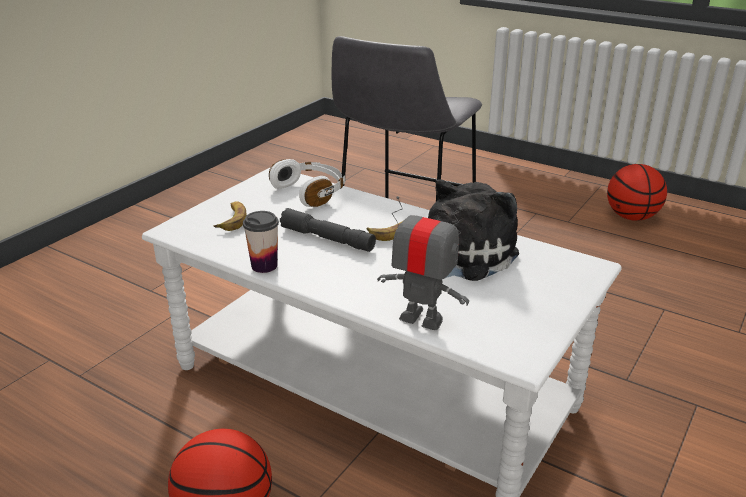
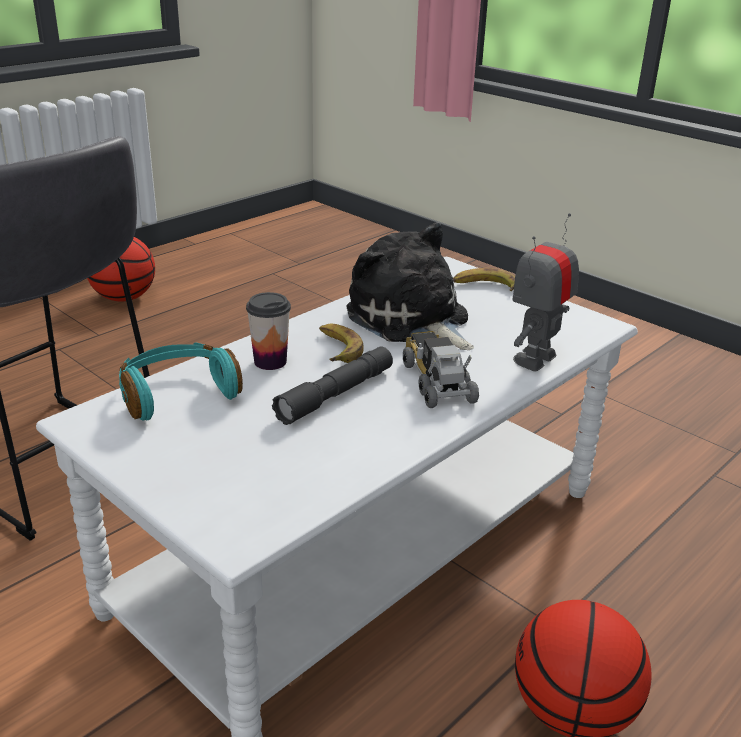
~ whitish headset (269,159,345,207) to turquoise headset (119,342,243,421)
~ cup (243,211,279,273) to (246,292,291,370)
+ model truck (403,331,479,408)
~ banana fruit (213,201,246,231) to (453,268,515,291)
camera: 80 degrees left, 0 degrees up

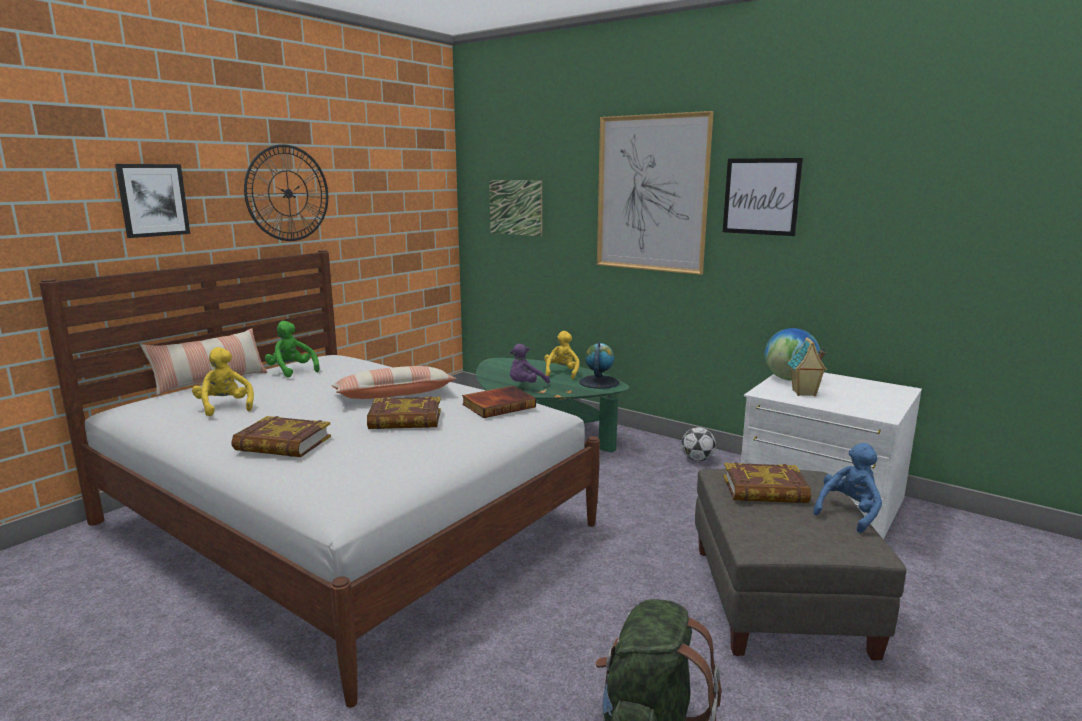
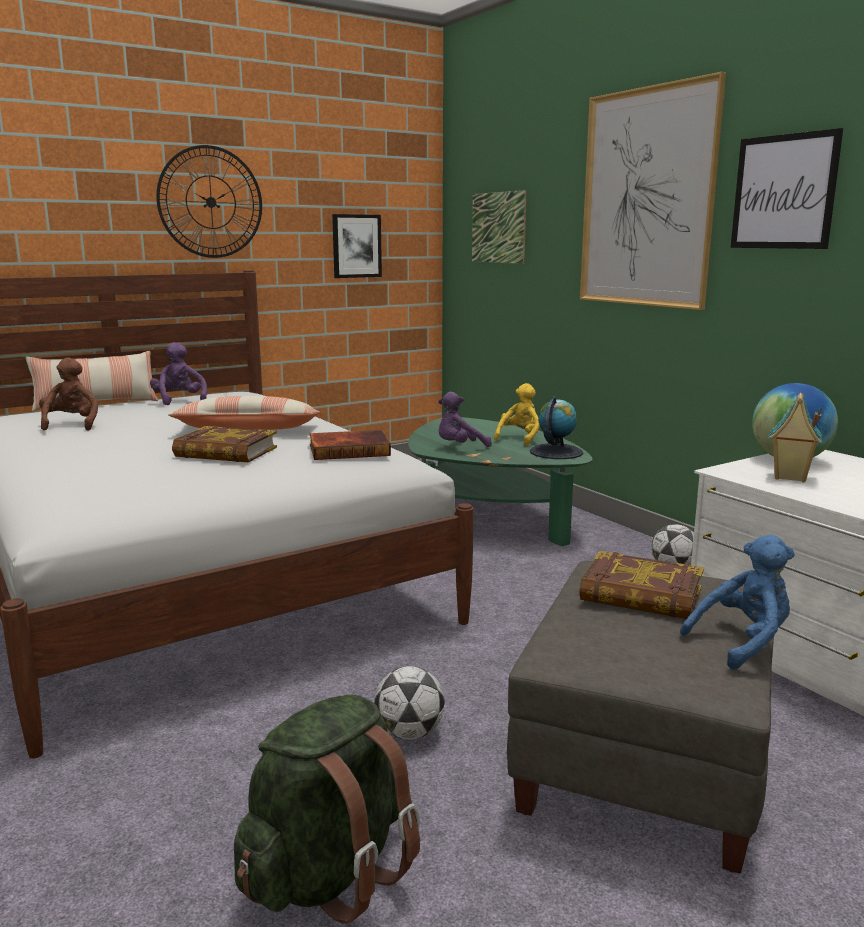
~ yellowish soft toy (192,347,254,416) to brownish soft toy (39,357,98,431)
~ green soft toy (265,321,320,377) to purple-coloured soft toy (150,342,207,405)
~ wall picture (115,164,190,238) to (332,214,382,278)
+ ball for football (374,666,445,740)
- book (231,416,331,457)
camera: 20 degrees right, 0 degrees up

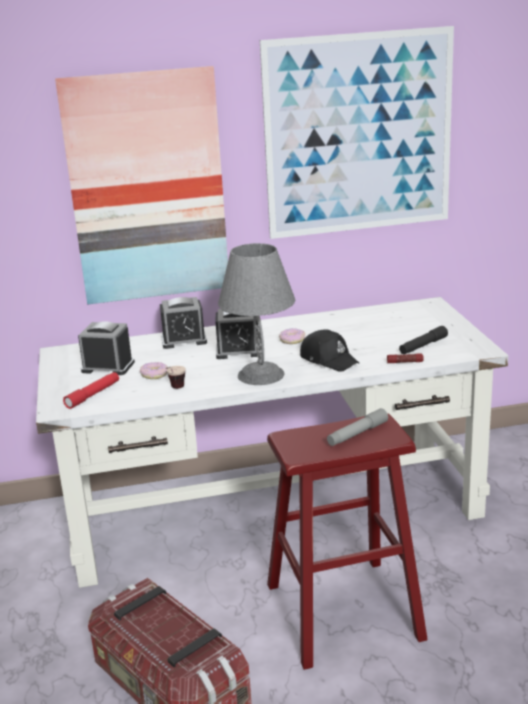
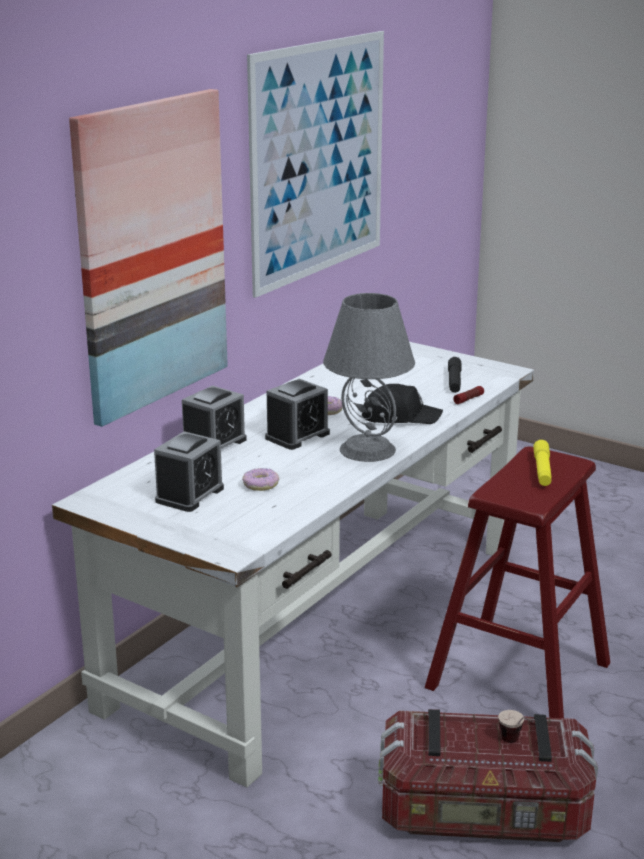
~ table clock (78,321,135,375) = (154,431,224,512) 150 degrees clockwise
~ cup (165,366,186,389) to (498,710,534,743)
~ gray torch (327,408,388,446) to yellowish torch (533,440,551,486)
- red torch (63,372,119,409)
camera: 45 degrees left, 0 degrees up

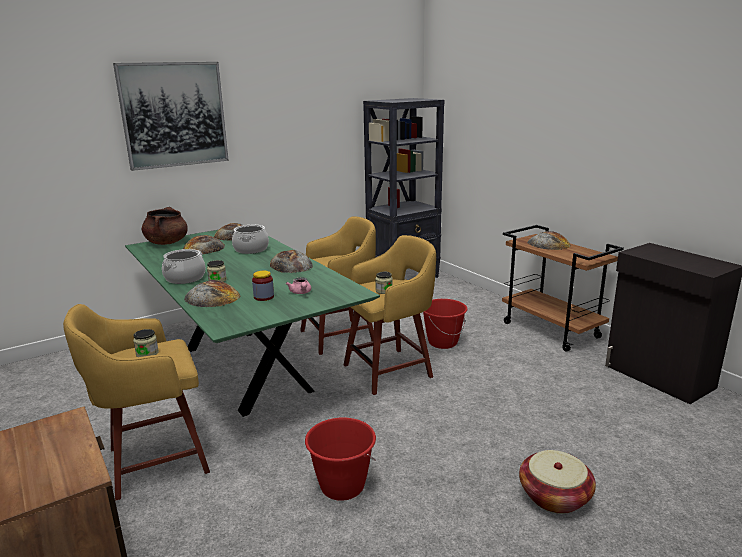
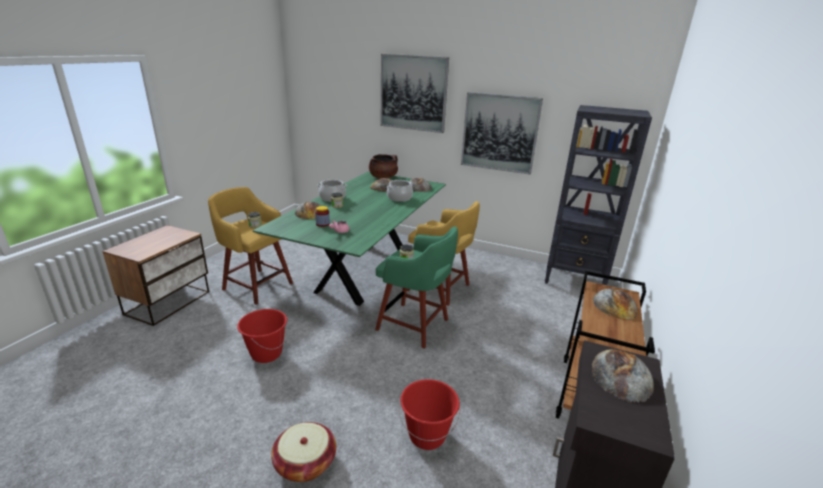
~ yellowish stool (344,235,436,395) to green stool (375,226,458,349)
~ red bucket (423,299,467,349) to (399,379,461,450)
+ wall picture (461,92,543,175)
~ bakery bread (270,250,313,273) to (592,349,654,403)
camera: 55 degrees right, 5 degrees up

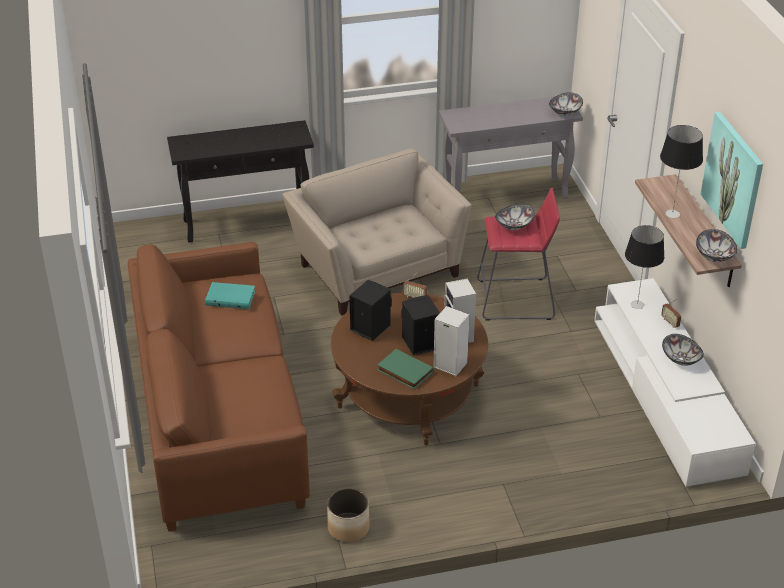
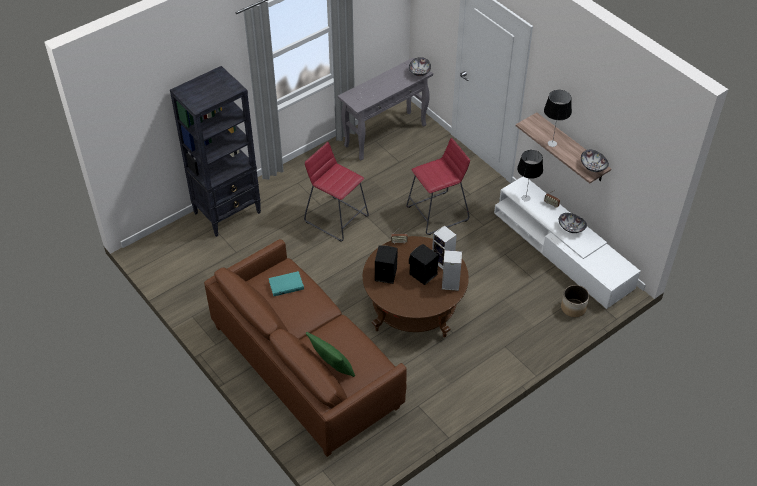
~ black-coloured narrow table (167,120,314,243) to black-coloured bookshelf (170,66,261,237)
~ sand-coloured armchair (282,149,471,316) to red stool (304,142,369,242)
+ green cushion (306,332,355,377)
~ plant pot (327,488,370,542) to (561,285,589,317)
- green book (377,349,433,389)
- bowl (495,204,535,230)
- wall picture (701,112,763,249)
camera: 25 degrees left, 10 degrees up

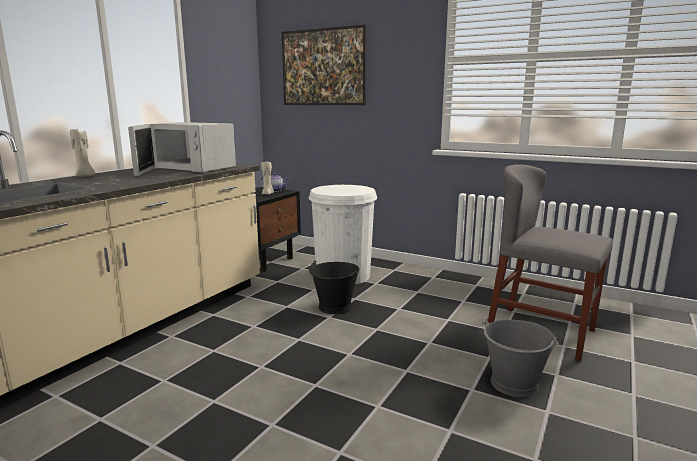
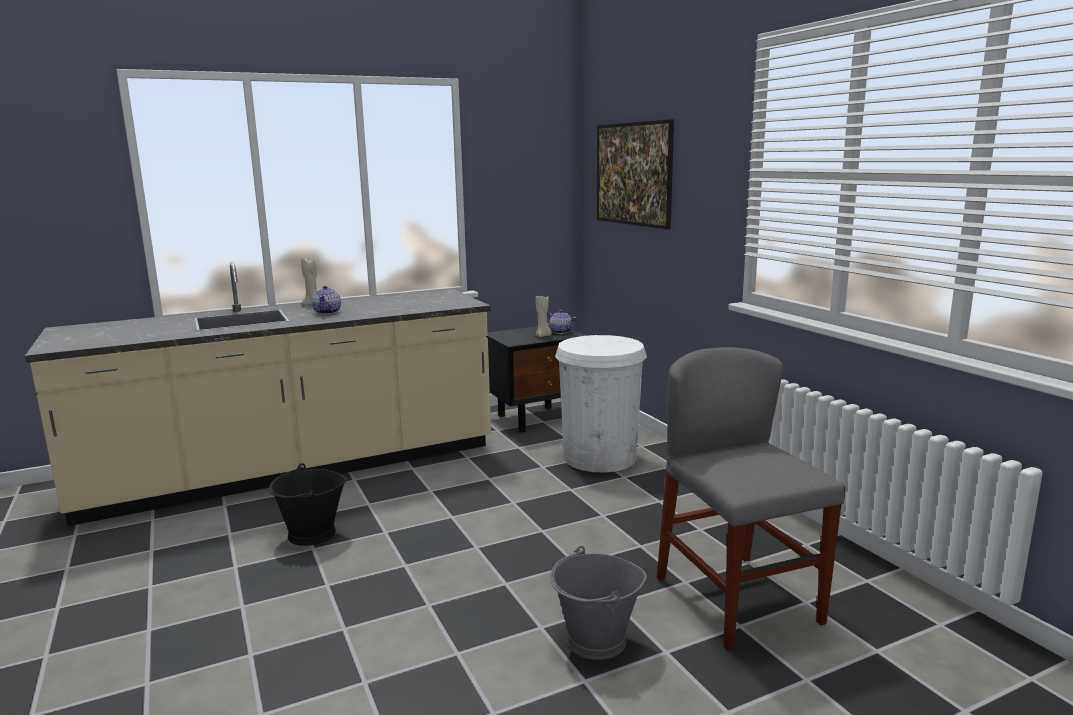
~ black-coloured bucket (309,260,360,314) to (269,463,347,546)
+ pot for tea (312,286,341,314)
- whitish microwave oven (128,122,236,176)
camera: 35 degrees right, 0 degrees up

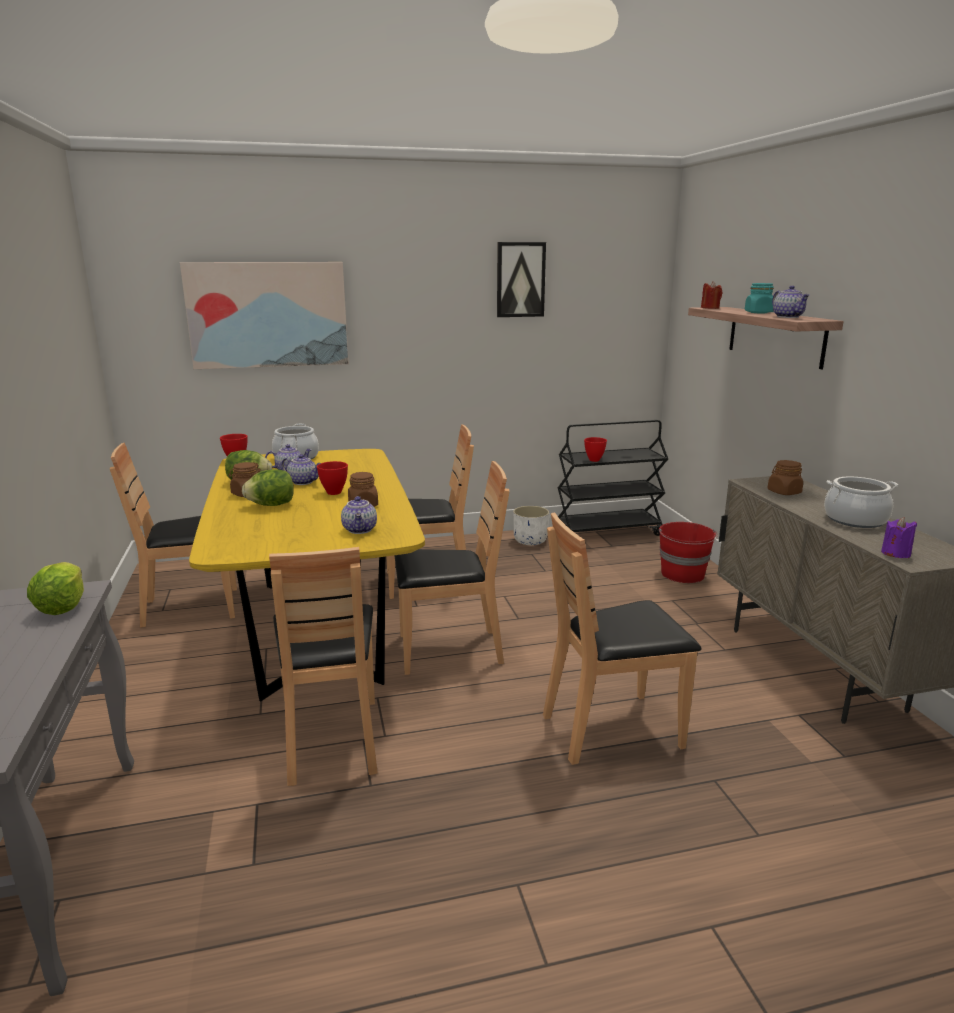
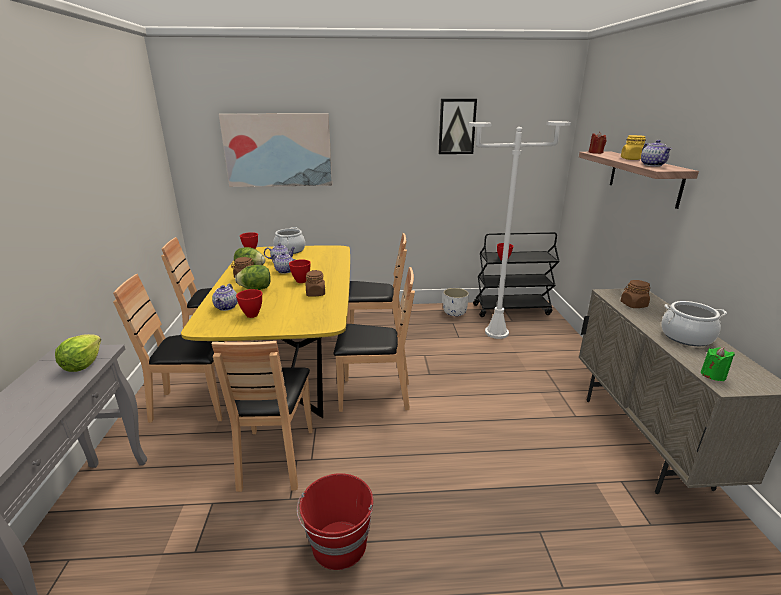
~ brownish upright chair (543,512,701,765) to (113,274,227,423)
~ pot for tea (341,496,377,534) to (212,284,238,311)
+ red bowl (236,289,262,318)
~ red bucket (659,522,718,583) to (297,473,373,570)
+ whitish floor lamp (468,121,571,339)
~ turquoise storage jar (745,283,774,313) to yellowish storage jar (621,135,646,160)
~ purple-coloured wax light (881,517,917,558) to green wax light (701,347,735,381)
camera: 10 degrees right, 5 degrees up

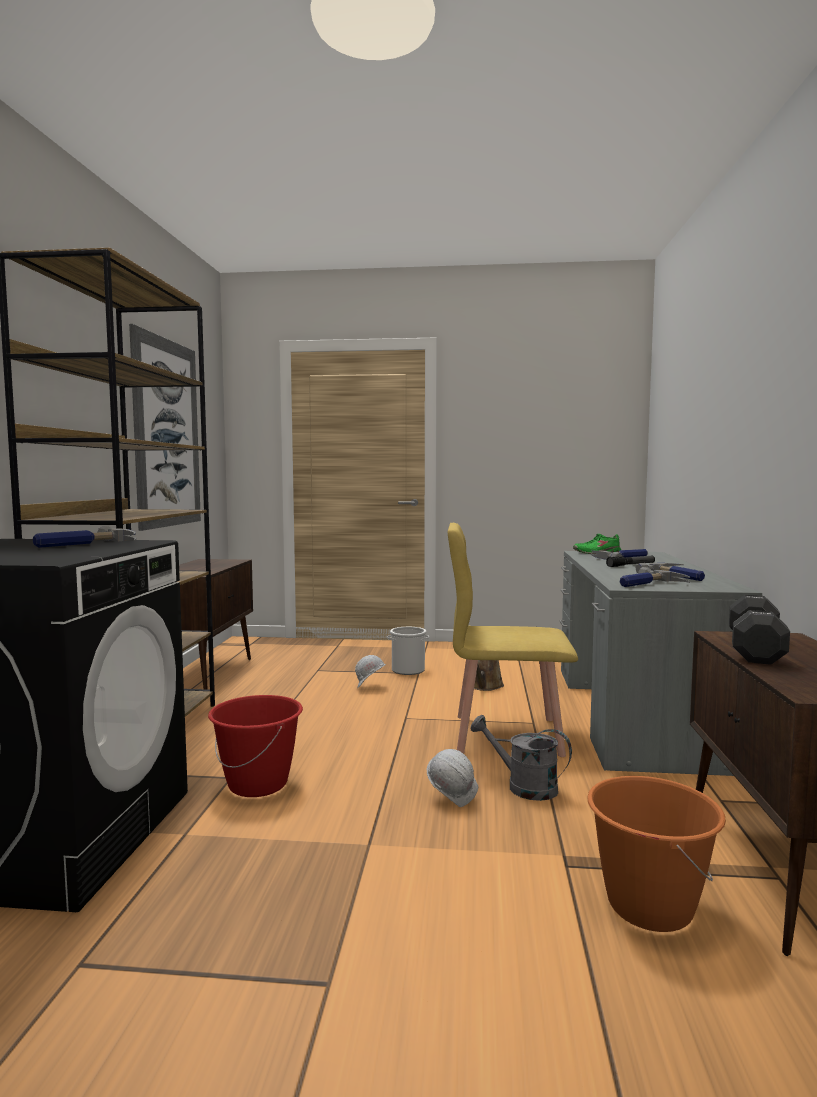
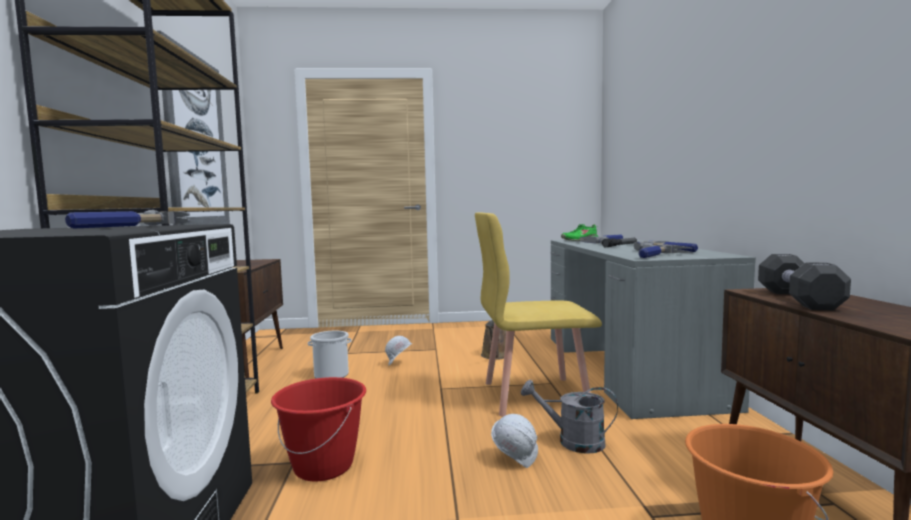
~ bucket (387,627,429,675) to (308,331,352,378)
camera: 10 degrees left, 0 degrees up

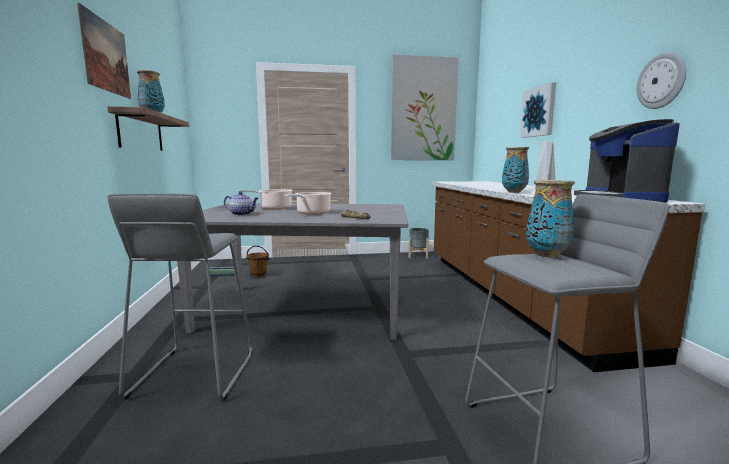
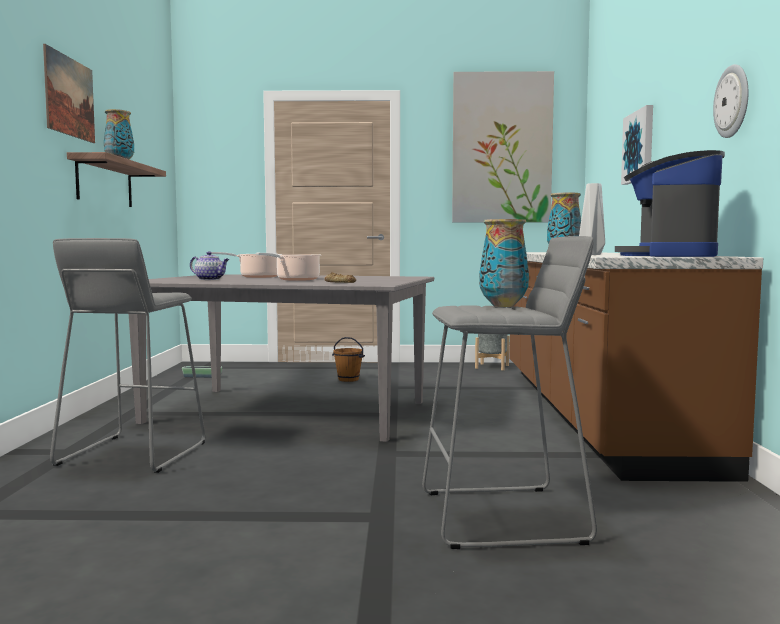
~ brownish bucket (246,246,270,278) to (332,337,365,382)
camera: 10 degrees right, 5 degrees down

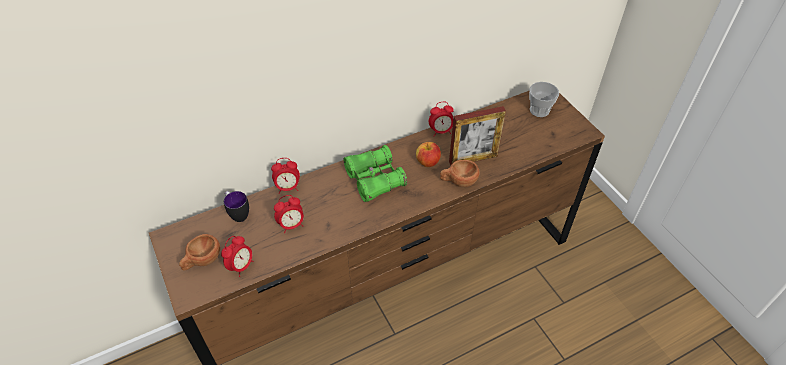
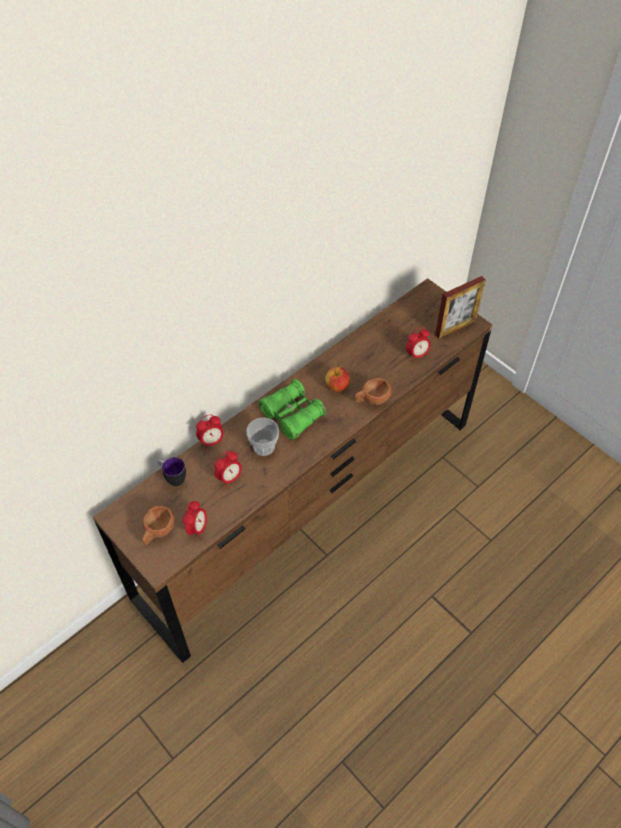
~ cup (529,82,559,117) to (246,417,279,456)
~ table clock (429,102,454,136) to (406,327,431,361)
~ photo frame (449,106,506,165) to (435,276,486,339)
camera: 15 degrees left, 5 degrees up

